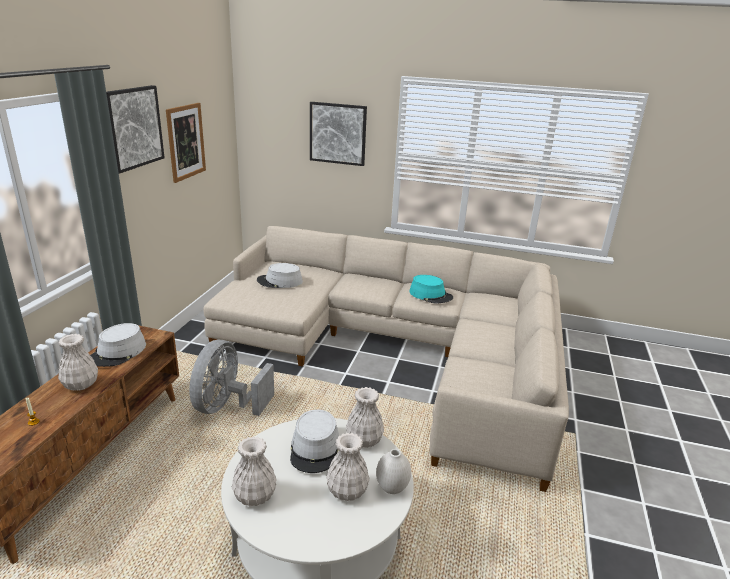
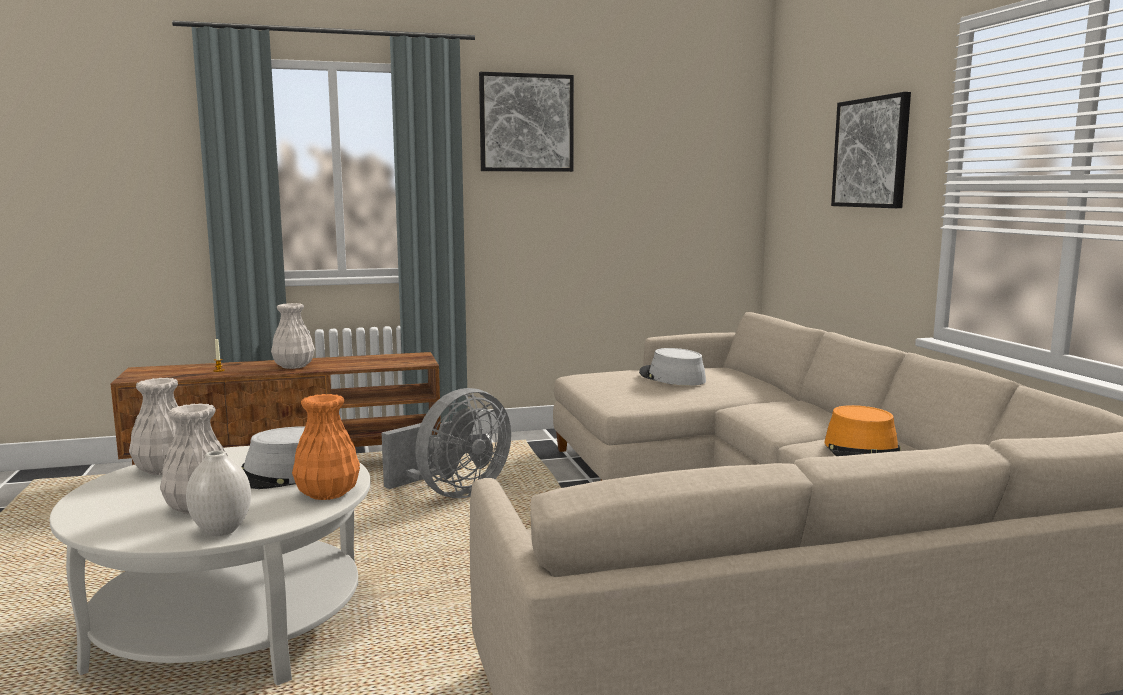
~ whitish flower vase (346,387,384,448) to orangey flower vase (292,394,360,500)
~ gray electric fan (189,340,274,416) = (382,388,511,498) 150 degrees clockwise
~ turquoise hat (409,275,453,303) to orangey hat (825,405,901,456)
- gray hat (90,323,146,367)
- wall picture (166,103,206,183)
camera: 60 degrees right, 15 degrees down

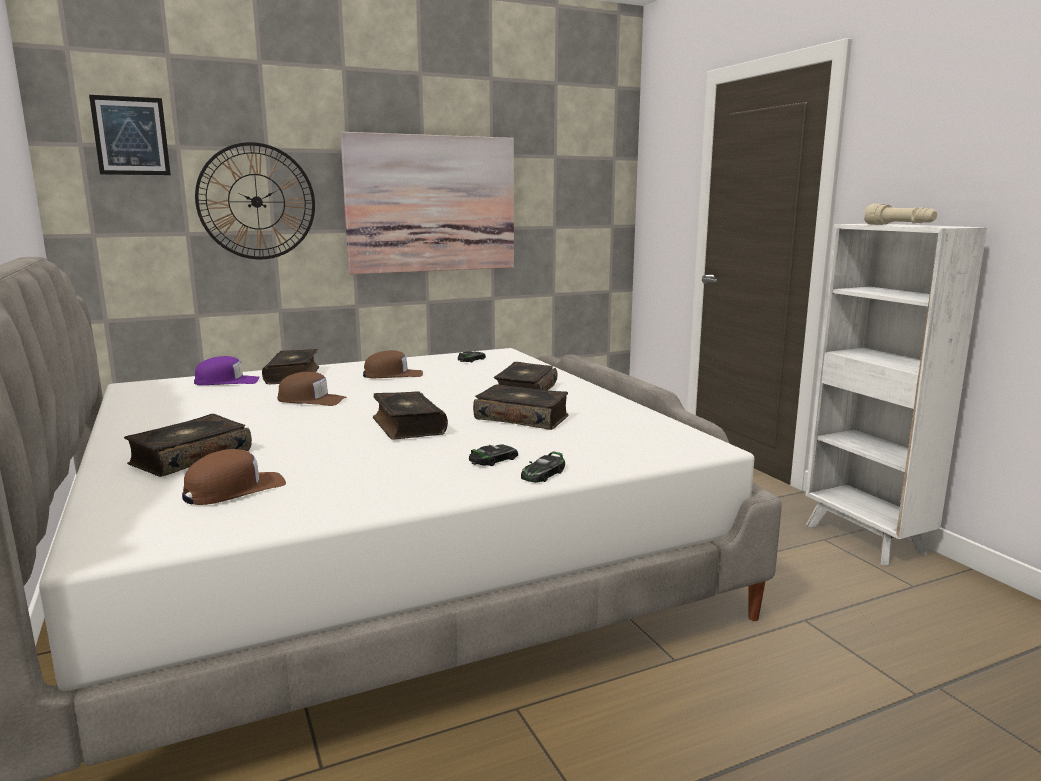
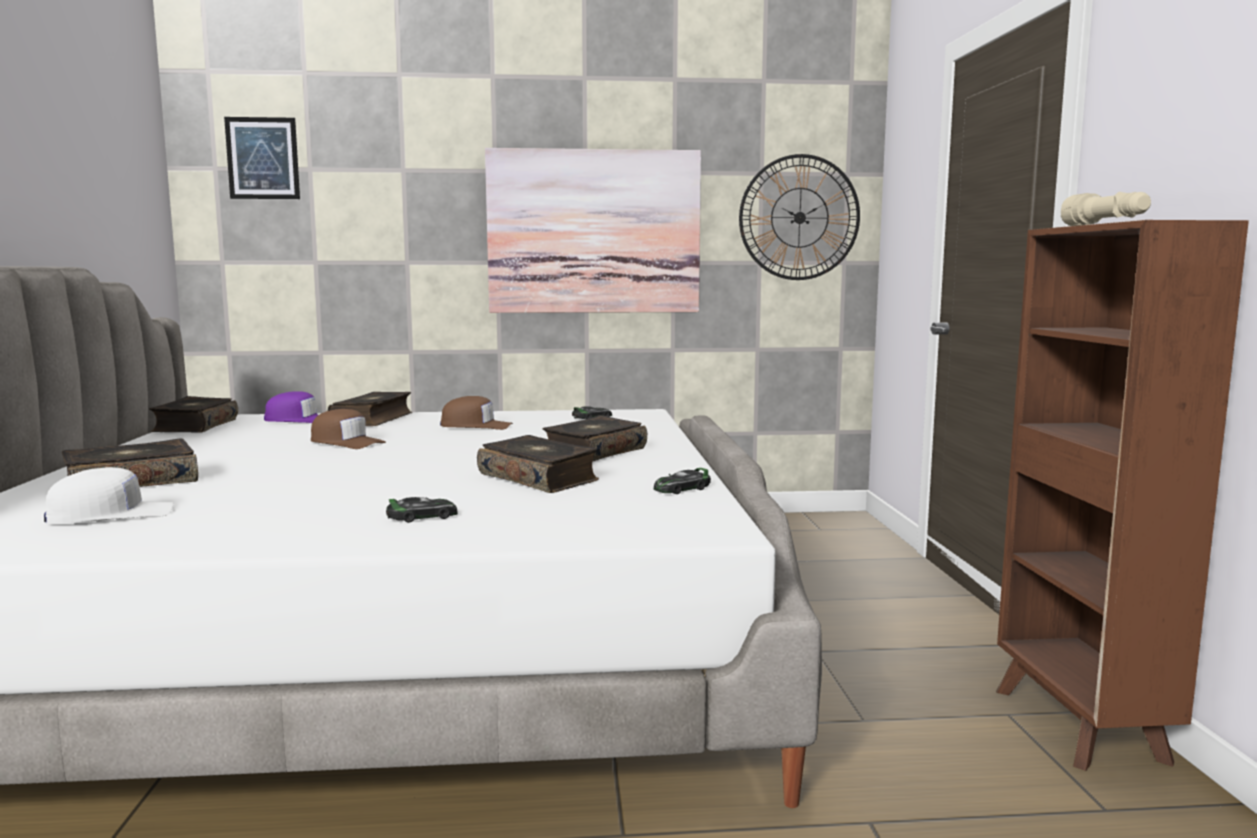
~ brownish baseball cap (182,449,286,505) to whitish baseball cap (44,467,174,524)
~ book (373,391,448,440) to (149,396,238,433)
~ miniature car (521,451,565,483) to (654,468,711,494)
~ wall clock (195,142,315,259) to (739,154,860,280)
~ whitish bookshelf (806,224,987,566) to brownish bookshelf (996,220,1249,771)
camera: 20 degrees right, 5 degrees down

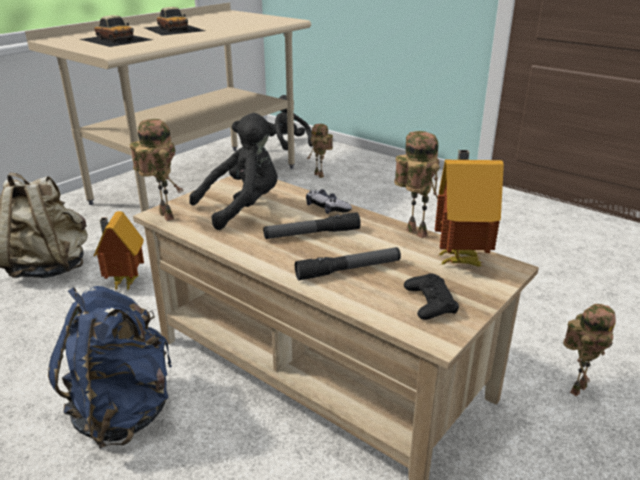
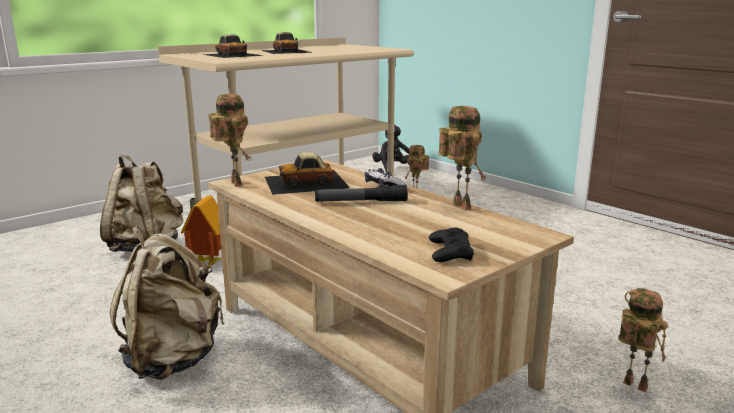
~ bluish rucksack (48,286,172,448) to sand-coloured rucksack (109,226,224,380)
~ black-coloured soft toy (190,113,277,230) to miniature car (265,152,350,195)
~ toy robot (563,304,616,396) = (618,288,668,392) 105 degrees counterclockwise
- torch (295,247,401,280)
- miniature house (435,150,504,267)
camera: 10 degrees right, 10 degrees down

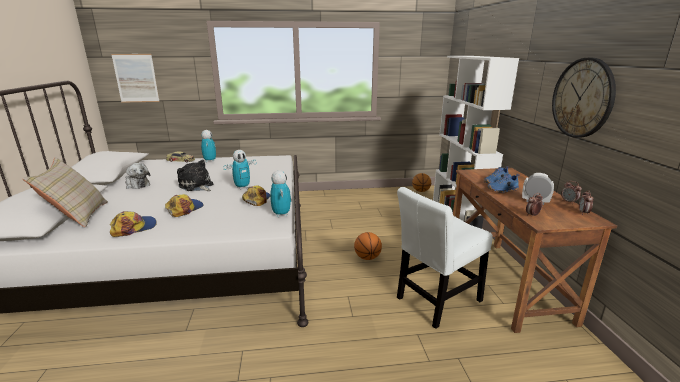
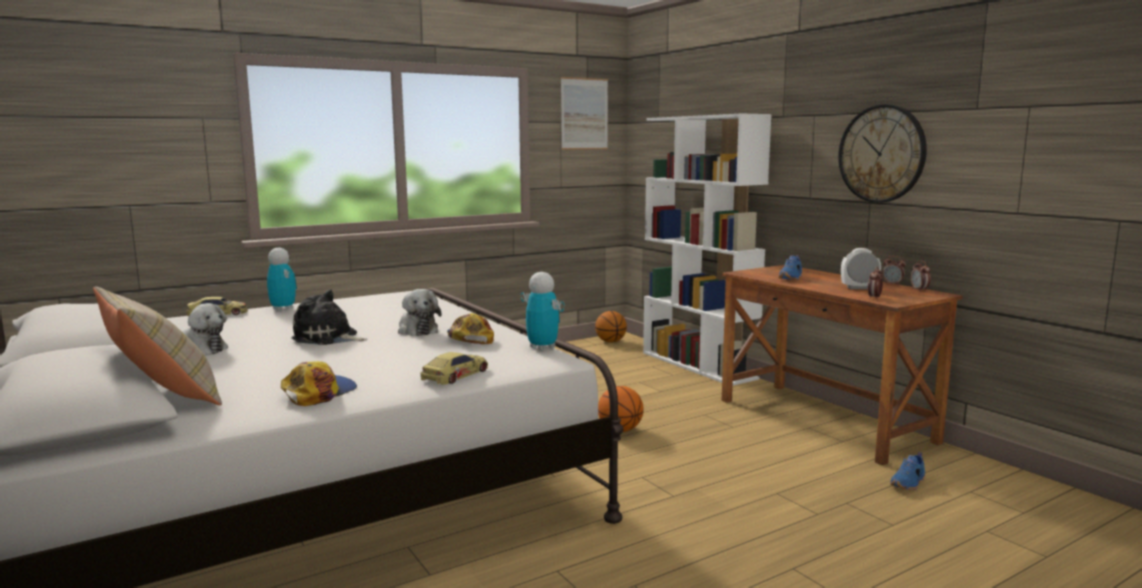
~ toy robot (224,150,257,189) to soft toy (398,289,442,336)
+ miniature car (421,352,488,385)
~ wall picture (111,54,160,103) to (561,77,608,150)
~ bluish shoe (487,174,519,193) to (890,452,925,490)
- baseball cap (165,194,204,217)
- whitish upright chair (397,187,493,329)
camera: 25 degrees left, 10 degrees down

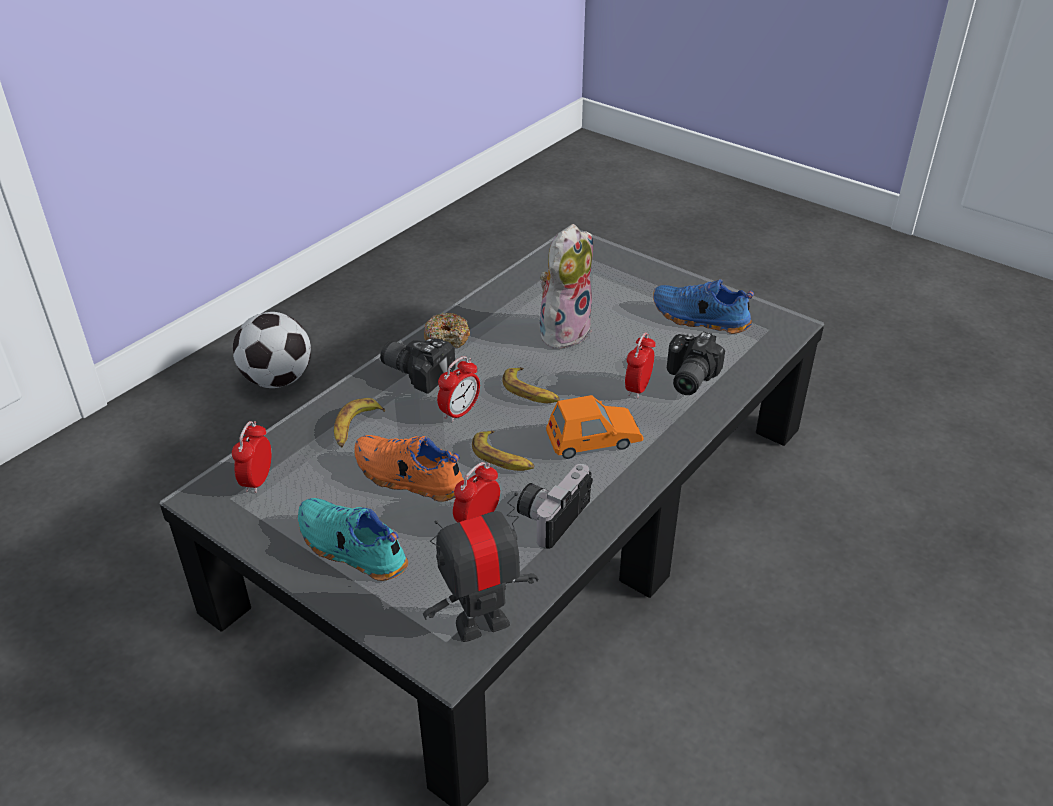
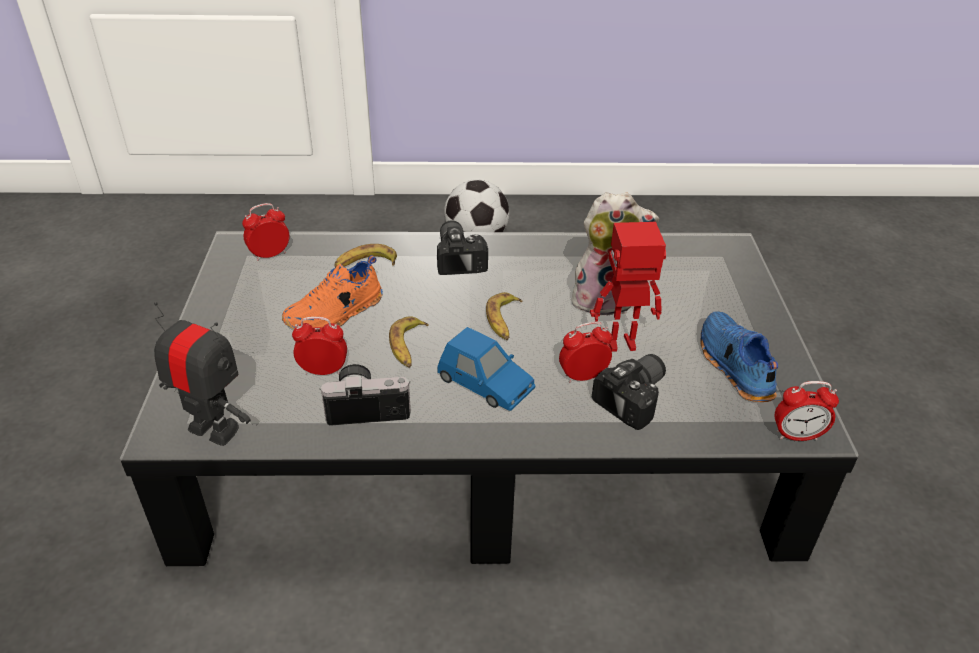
~ orangey shoe (355,435,464,502) = (282,255,383,329) 120 degrees counterclockwise
~ orangey miniature car (546,395,644,459) to bluish miniature car (437,327,535,411)
+ toy robot (590,222,666,352)
~ still camera (667,332,725,395) = (592,354,666,430) 150 degrees clockwise
~ table clock (437,356,480,422) to (774,381,839,441)
- turquoise shoe (298,498,408,581)
- doughnut (424,313,470,348)
camera: 50 degrees right, 0 degrees up

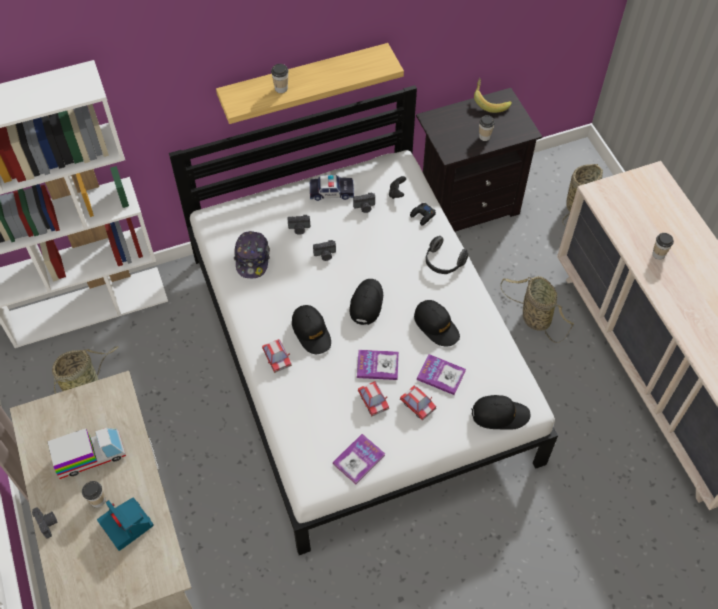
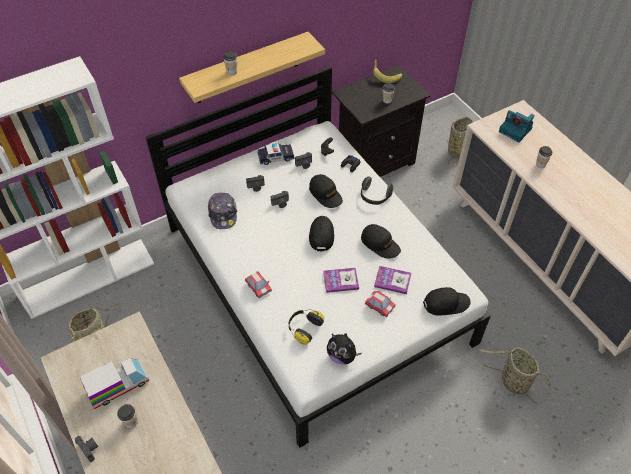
+ headset (289,309,324,345)
~ black-coloured baseball cap (292,305,331,354) to (309,174,343,208)
~ book (333,434,385,484) to soft toy (327,333,361,365)
~ storage basket (500,276,574,343) to (476,347,551,404)
~ still camera (97,498,154,551) to (499,110,535,142)
- miniature car (358,381,389,416)
camera: 10 degrees left, 5 degrees down

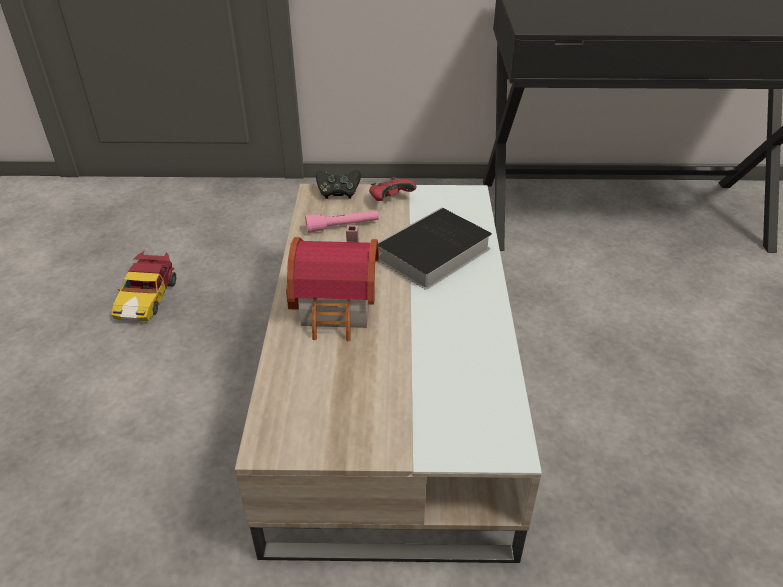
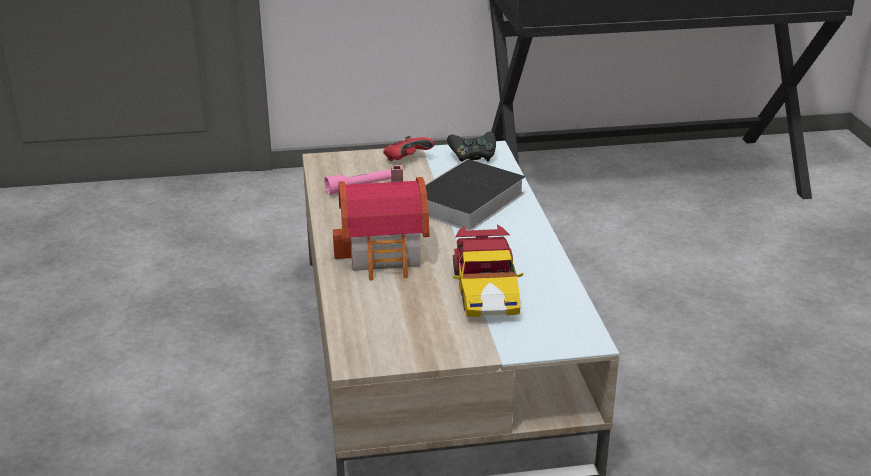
~ black-coloured game controller (316,170,361,199) to (447,132,496,162)
~ miniature car (111,251,176,321) to (453,225,523,317)
camera: 10 degrees left, 10 degrees down

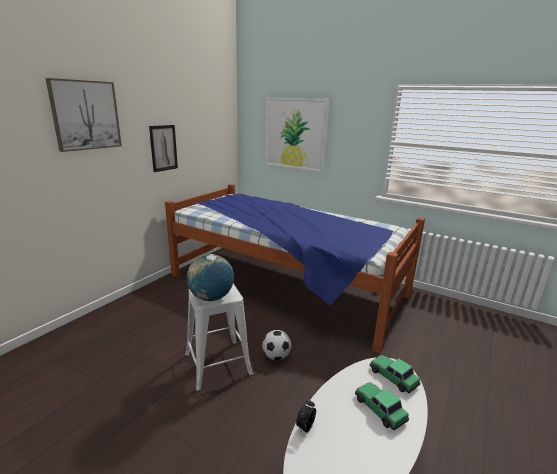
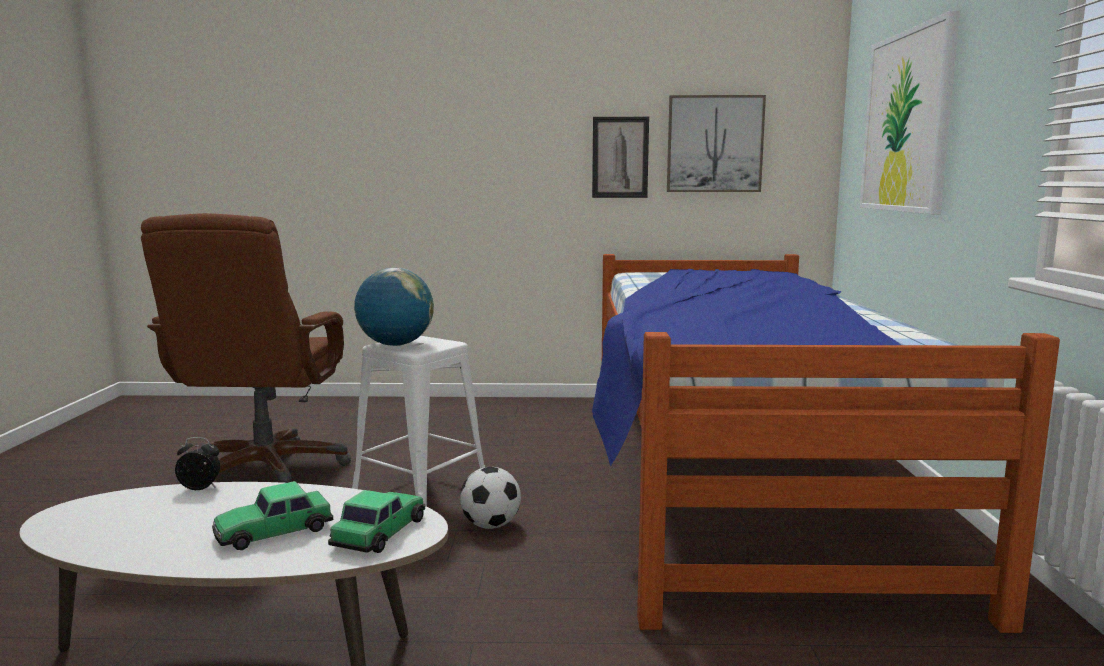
+ brownish office chair (141,213,351,483)
~ miniature car (355,382,409,430) = (212,481,333,550) 150 degrees counterclockwise
~ wall picture (46,78,122,152) to (667,95,766,192)
camera: 60 degrees right, 10 degrees down

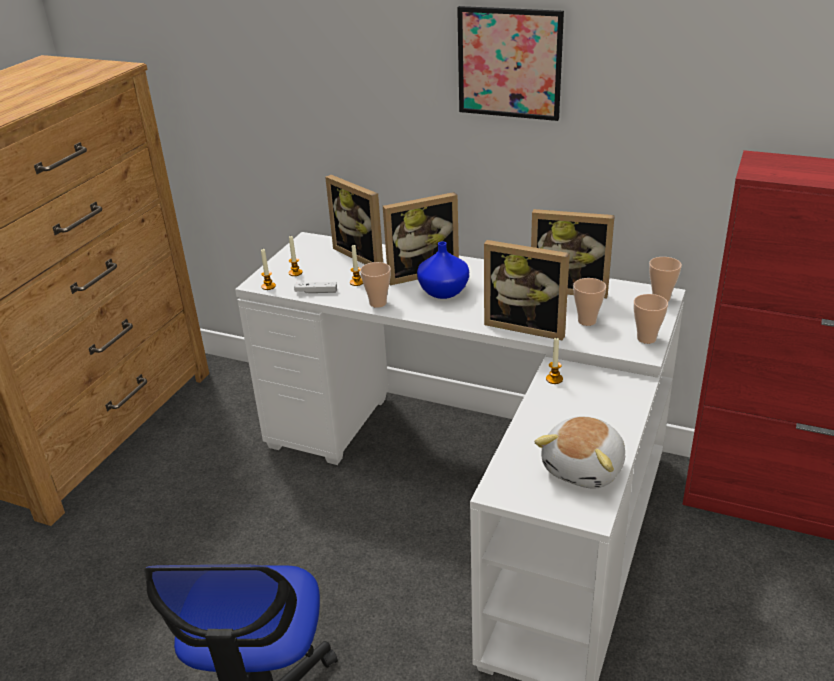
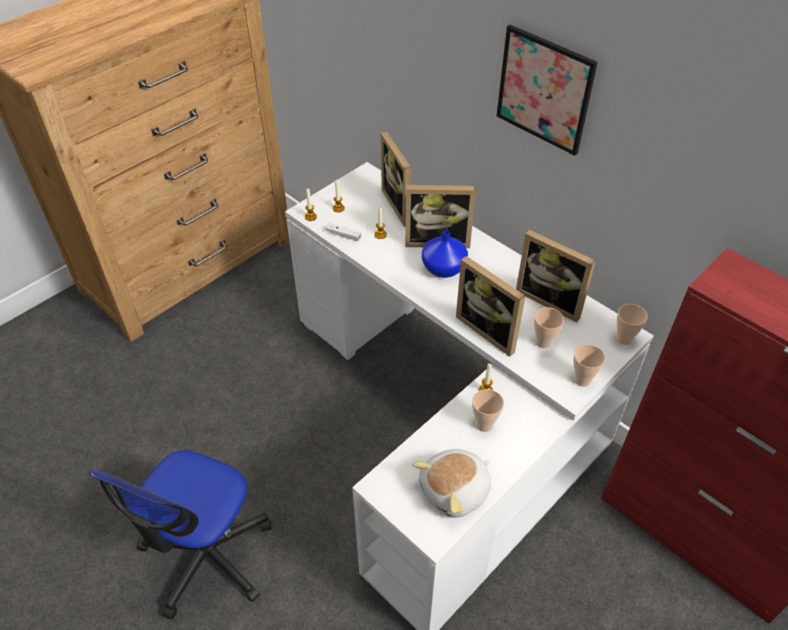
~ cup (360,262,391,308) to (472,389,504,432)
camera: 20 degrees right, 15 degrees up

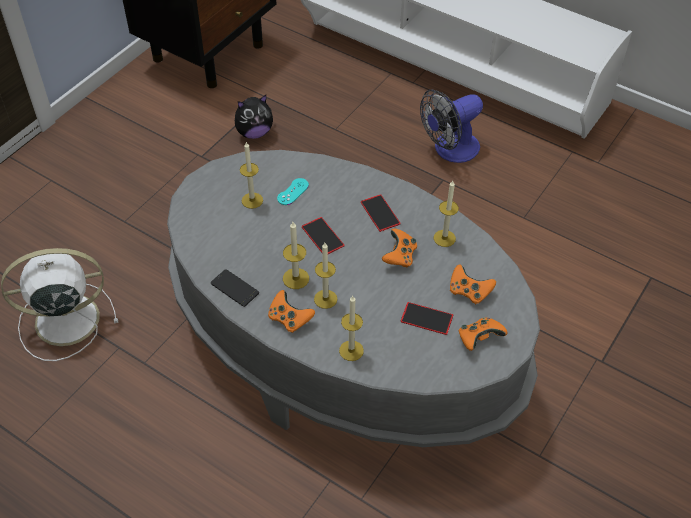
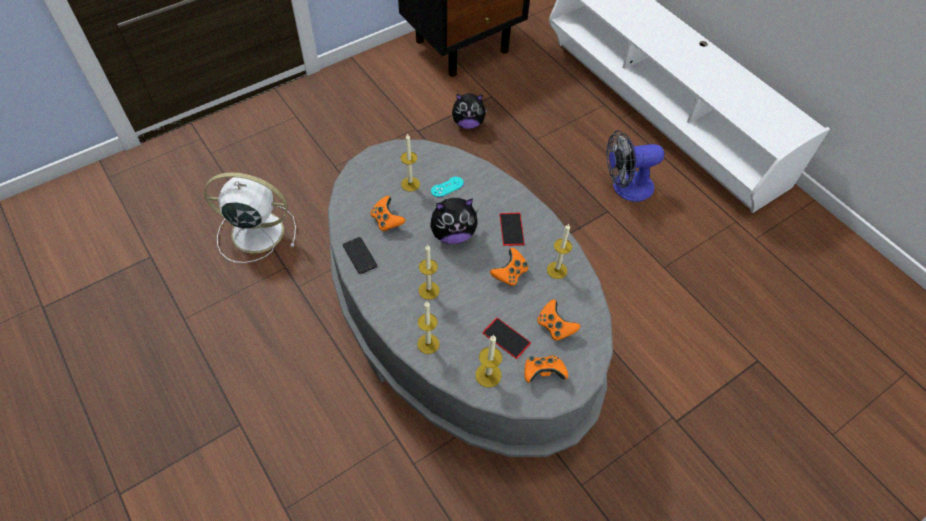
~ orangey game controller (268,290,315,333) to (370,196,405,231)
~ phone (302,217,344,254) to soft toy (430,198,478,244)
~ wax light (283,222,309,289) to (475,335,502,387)
camera: 20 degrees right, 5 degrees up

